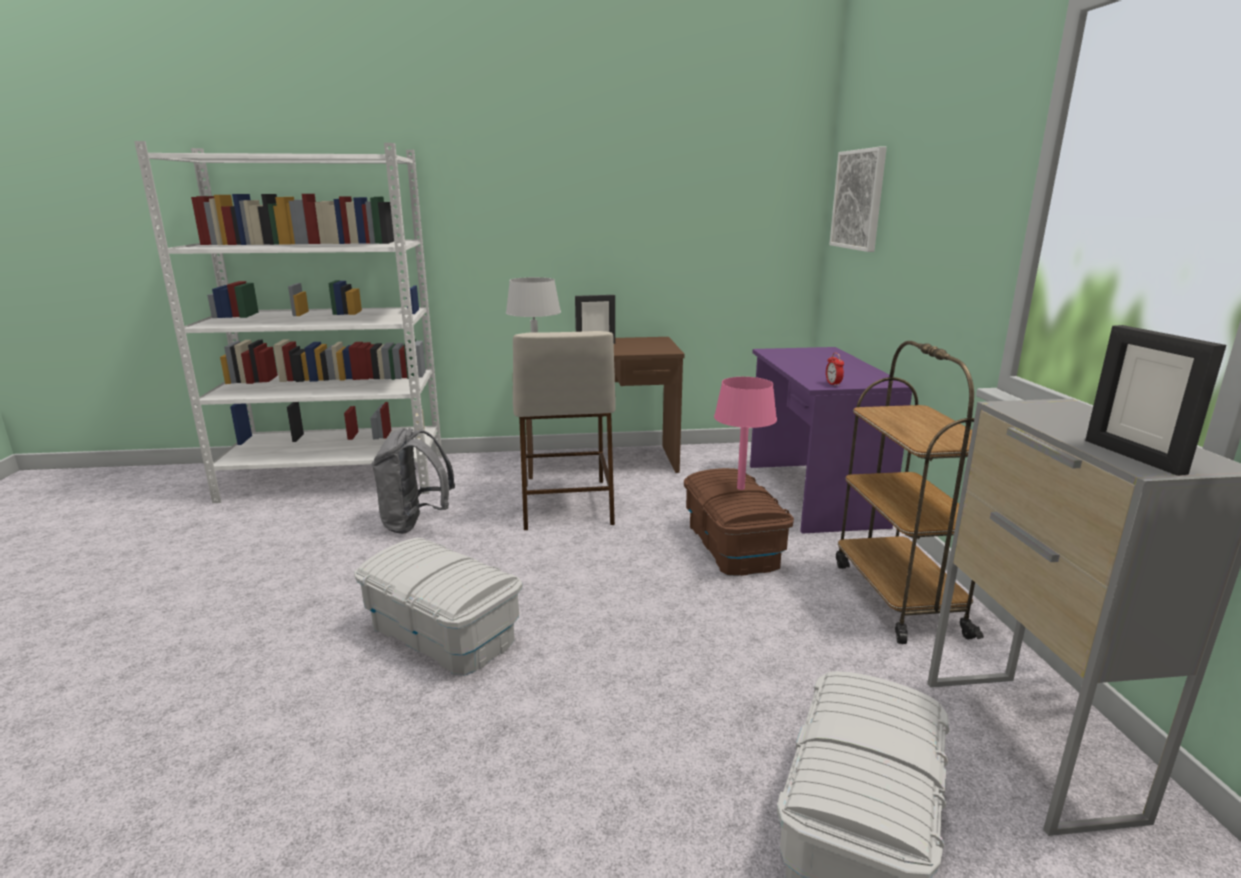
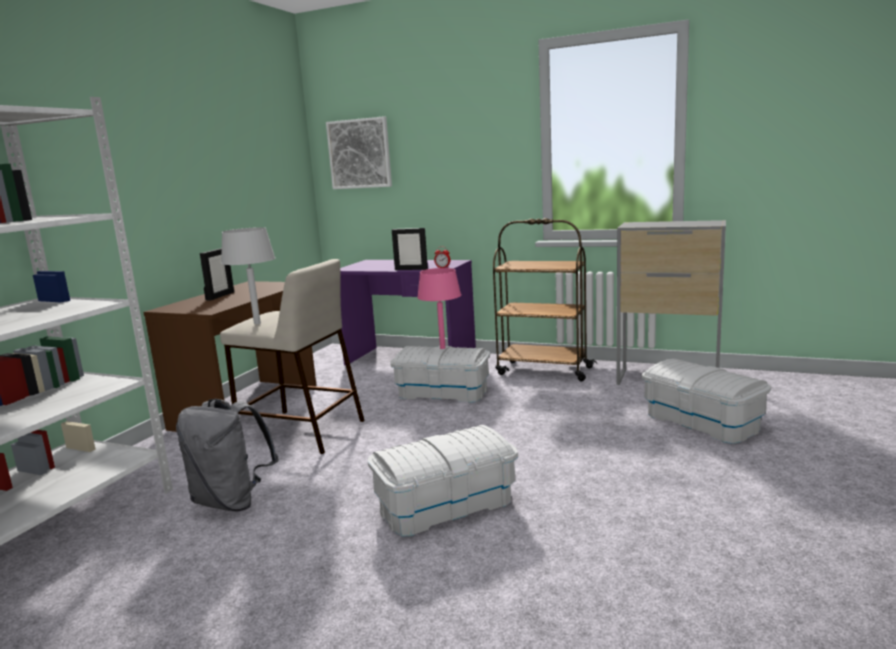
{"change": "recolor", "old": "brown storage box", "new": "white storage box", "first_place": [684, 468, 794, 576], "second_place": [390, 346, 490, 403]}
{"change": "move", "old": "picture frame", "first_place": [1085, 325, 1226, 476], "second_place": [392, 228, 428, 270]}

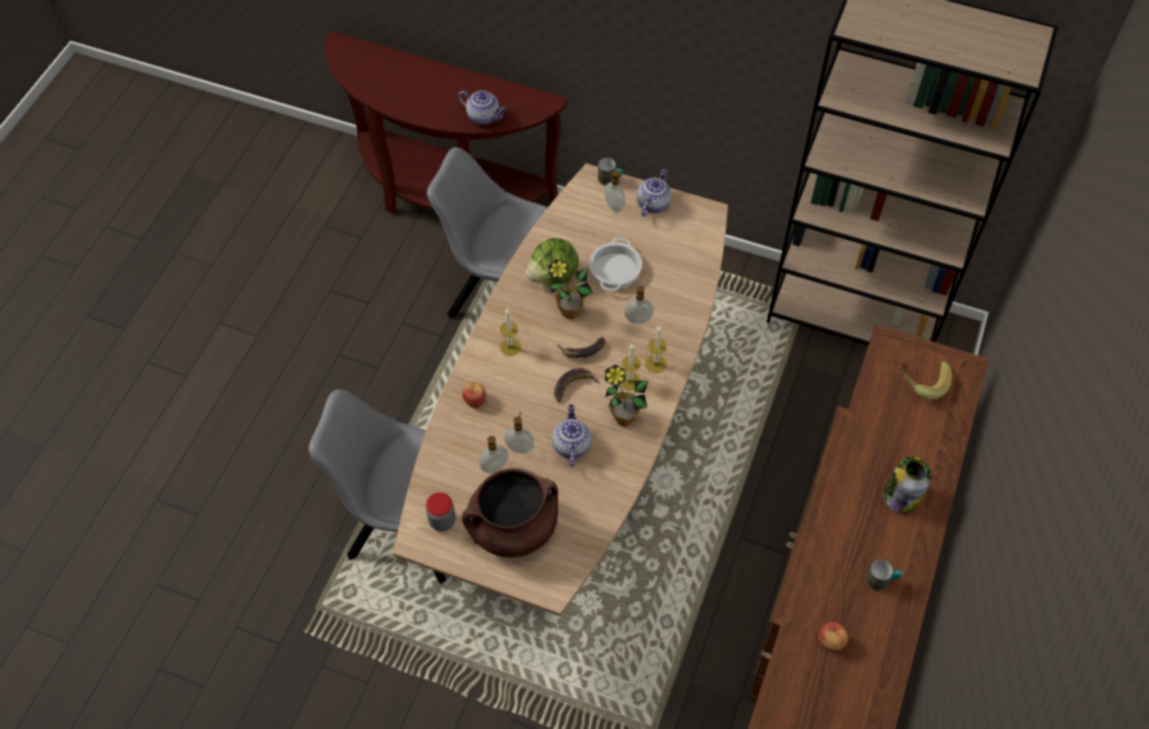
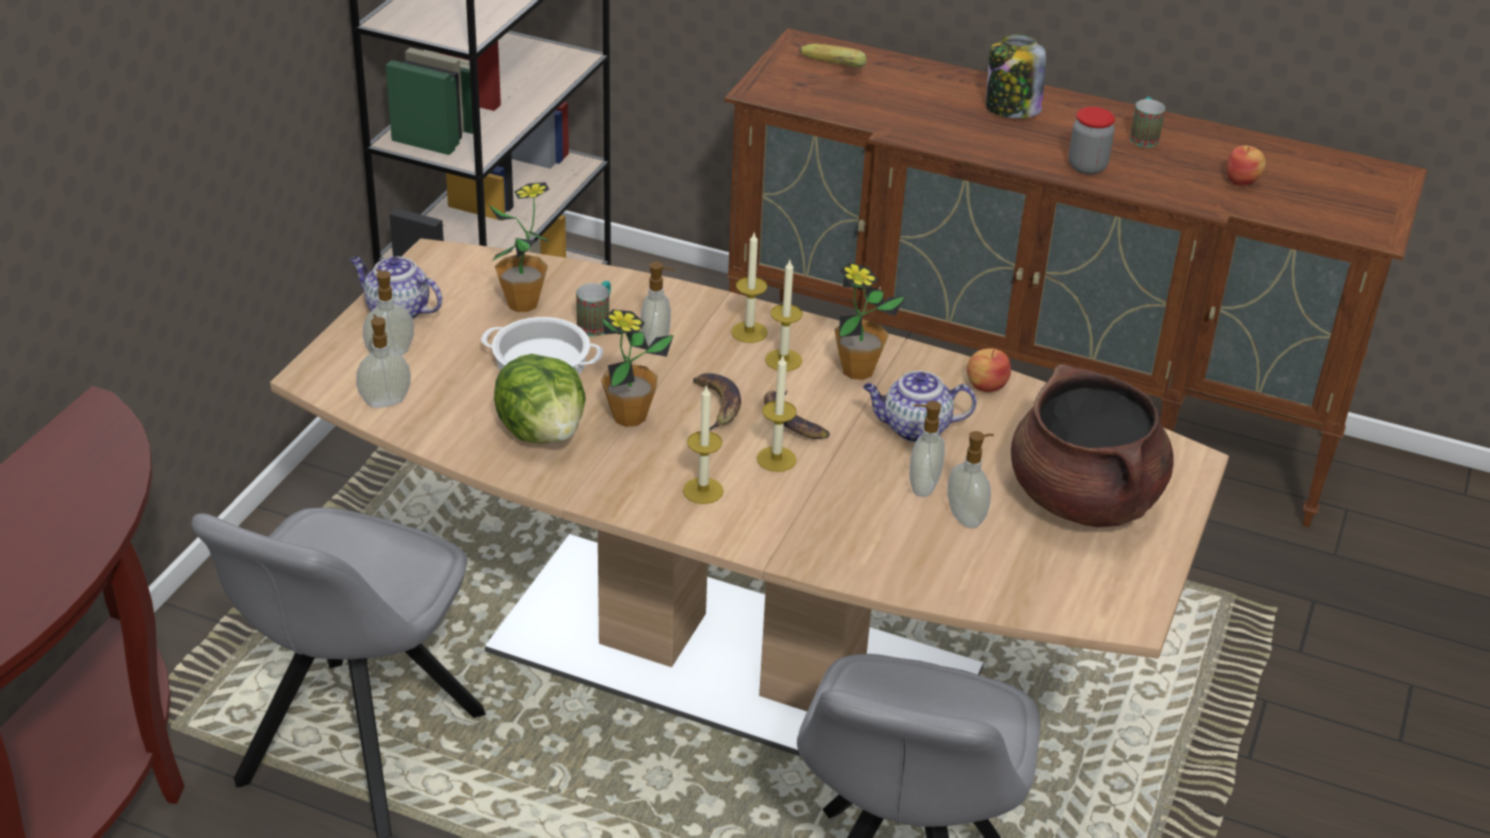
{"change": "move", "old": "jar", "first_place": [426, 492, 456, 531], "second_place": [1069, 107, 1115, 174]}
{"change": "delete", "old": "teapot", "first_place": [458, 90, 507, 125]}
{"change": "move", "old": "apple", "first_place": [462, 382, 486, 408], "second_place": [967, 348, 1011, 392]}
{"change": "move", "old": "mug", "first_place": [598, 158, 623, 185], "second_place": [576, 281, 611, 336]}
{"change": "insert", "new": "soap dispenser", "second_place": [356, 314, 411, 408]}
{"change": "insert", "new": "potted plant", "second_place": [488, 182, 549, 312]}
{"change": "insert", "new": "candle", "second_place": [757, 356, 797, 472]}

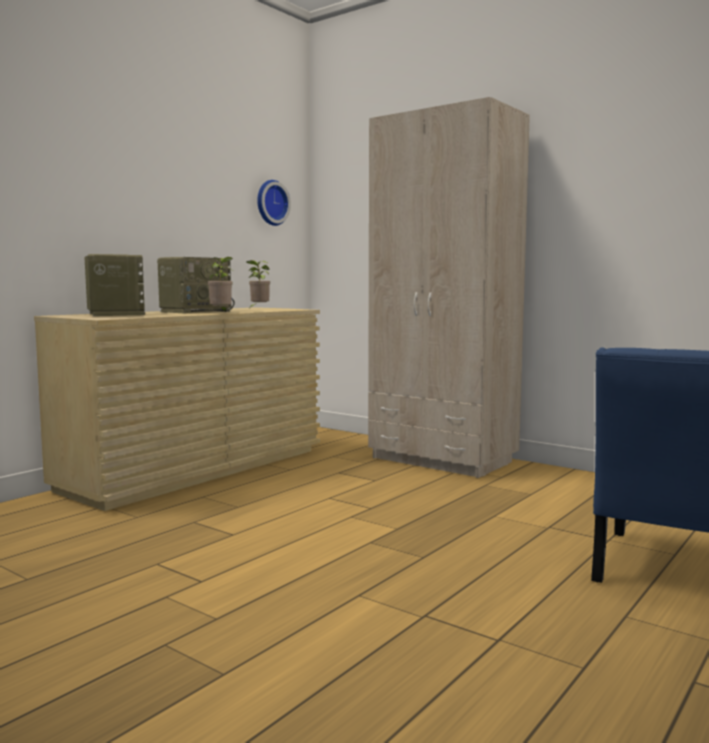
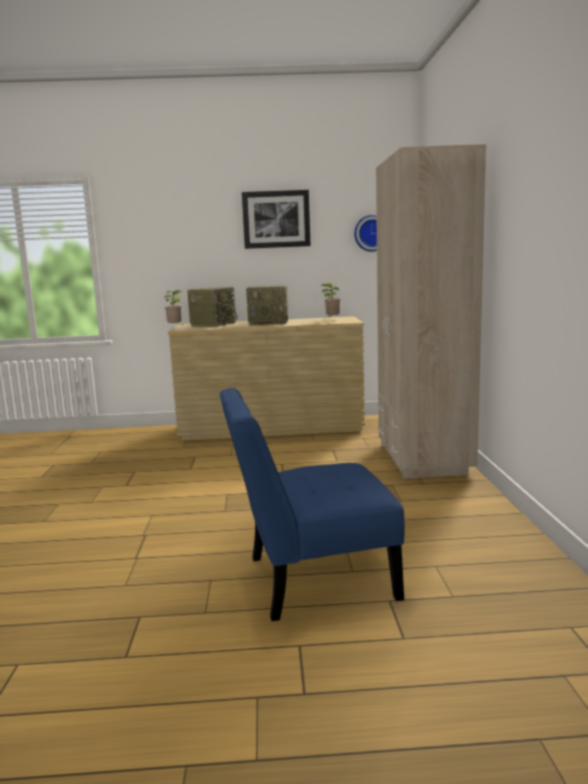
{"change": "move", "old": "potted plant", "first_place": [208, 257, 233, 312], "second_place": [164, 290, 183, 325]}
{"change": "insert", "new": "picture", "second_place": [242, 190, 311, 249]}

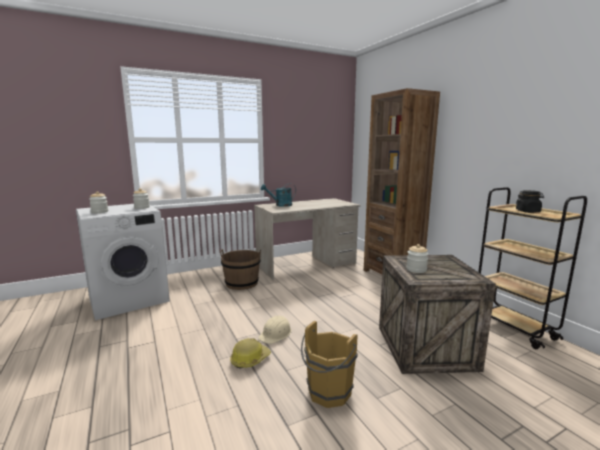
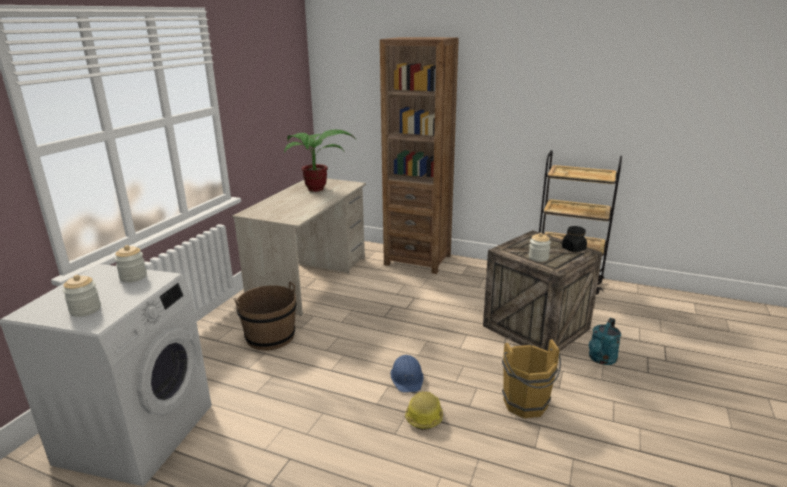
{"change": "recolor", "old": "beige hard hat", "new": "blue hard hat", "first_place": [258, 316, 291, 344], "second_place": [390, 355, 423, 392]}
{"change": "move", "old": "turquoise watering can", "first_place": [261, 184, 296, 207], "second_place": [589, 318, 621, 365]}
{"change": "move", "old": "black jar", "first_place": [516, 190, 544, 213], "second_place": [562, 226, 587, 252]}
{"change": "insert", "new": "potted plant", "second_place": [284, 130, 356, 192]}

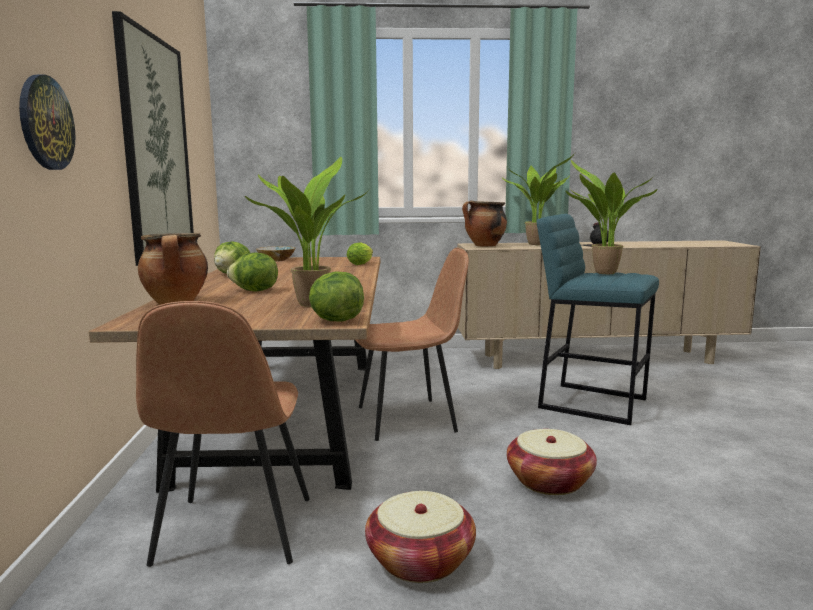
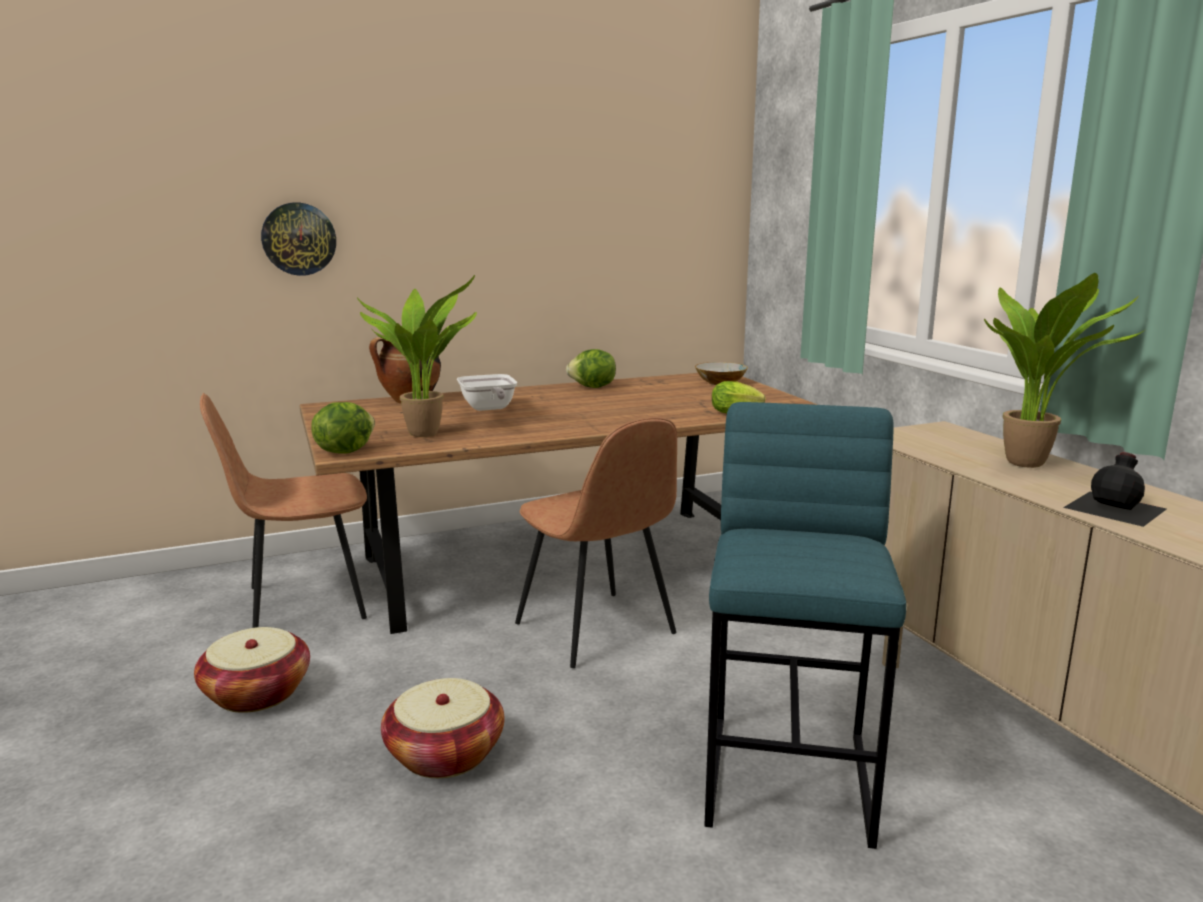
{"change": "delete", "old": "picture", "first_place": [112, 11, 194, 266]}
{"change": "replace", "old": "lettuce", "new": "frying pan", "first_place": [227, 253, 278, 292], "second_place": [457, 374, 517, 411]}
{"change": "delete", "old": "cooking pot", "first_place": [462, 201, 507, 247]}
{"change": "delete", "old": "potted plant", "first_place": [565, 160, 657, 274]}

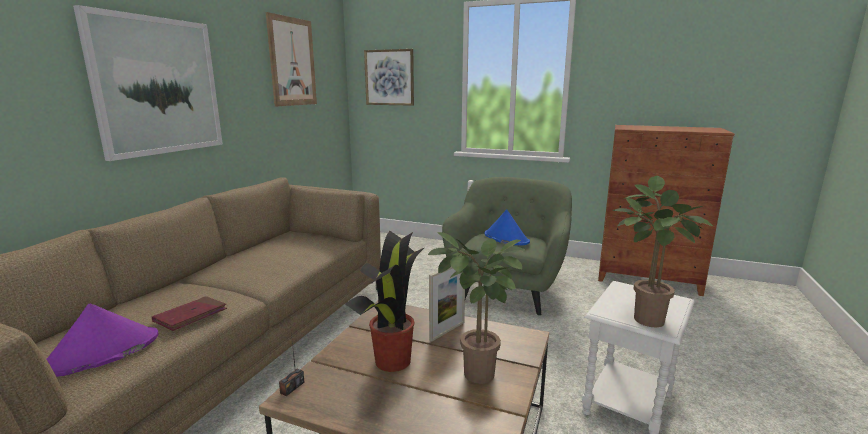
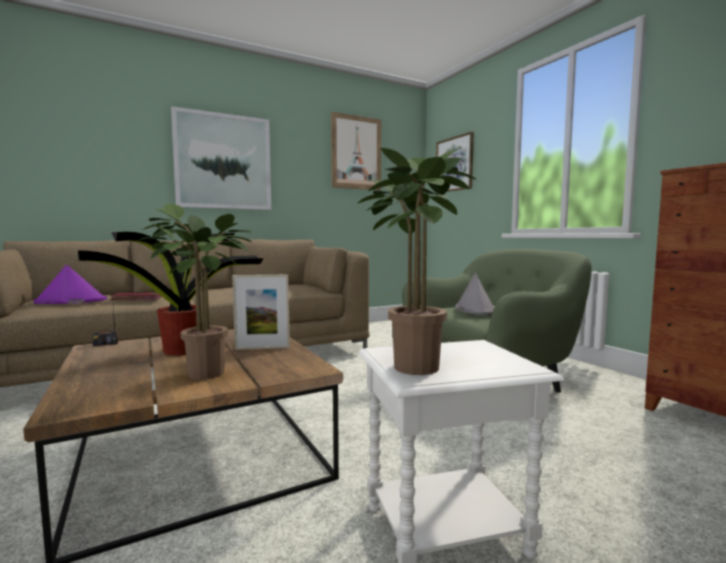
{"change": "recolor", "old": "blue hat", "new": "grey hat", "first_place": [484, 209, 530, 245], "second_place": [455, 273, 495, 315]}

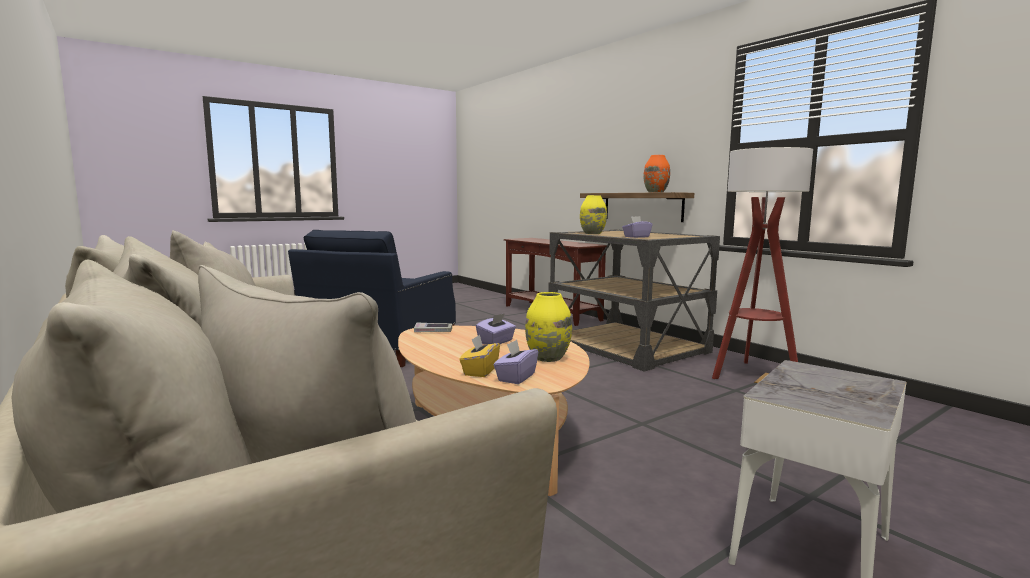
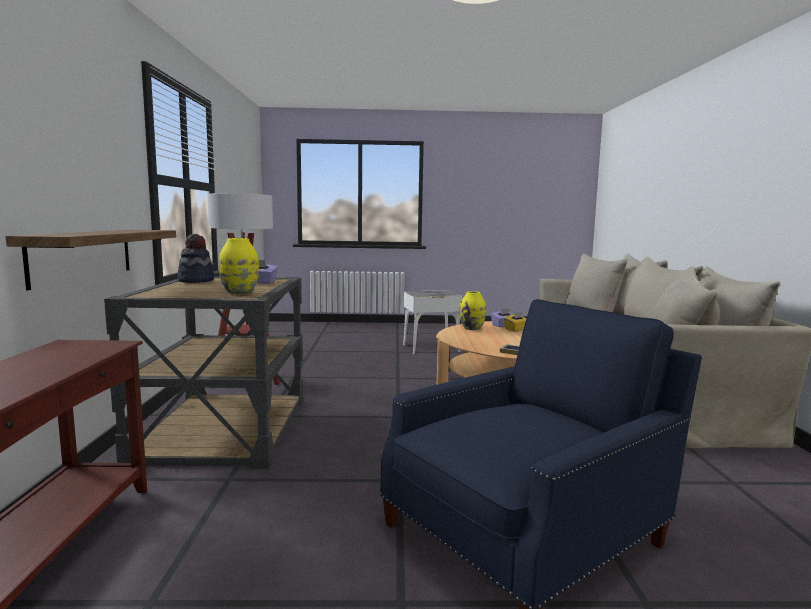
{"change": "delete", "old": "purple tissue box", "first_place": [476, 313, 516, 345]}
{"change": "delete", "old": "orange vase", "first_place": [643, 155, 670, 193]}
{"change": "insert", "new": "hat", "second_place": [178, 234, 214, 283]}

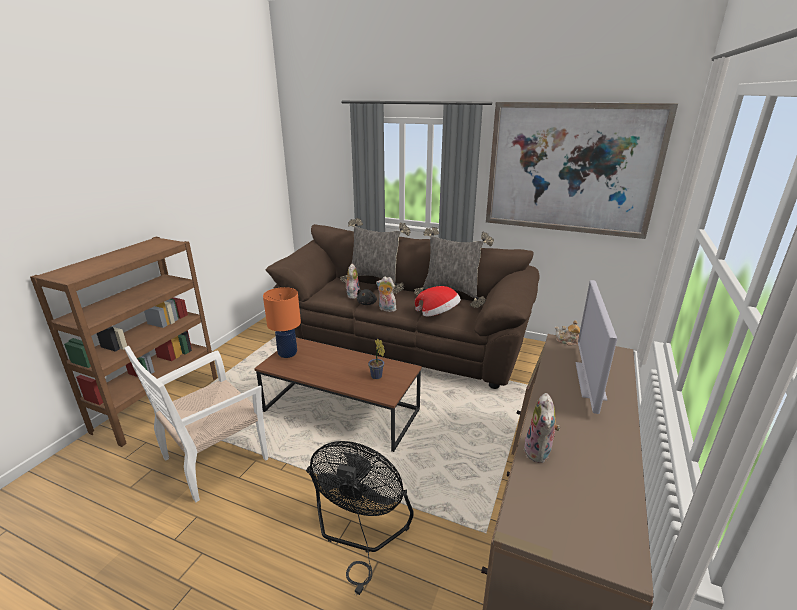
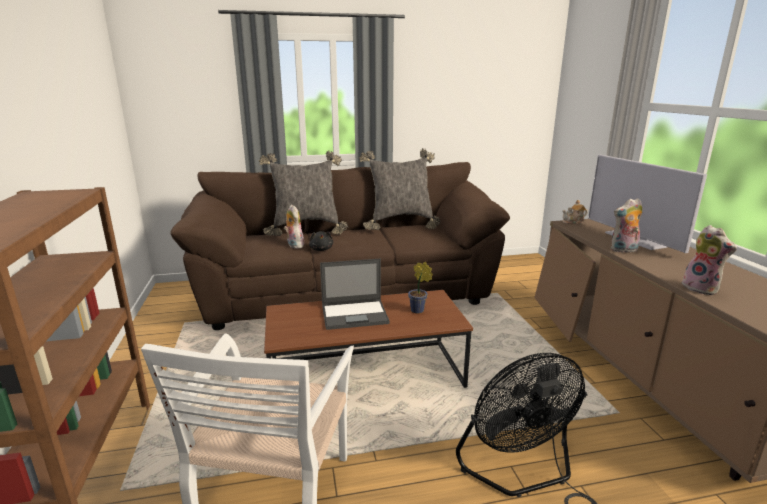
{"change": "delete", "old": "orange table lamp", "first_place": [263, 287, 301, 358]}
{"change": "move", "old": "plush toy", "first_place": [376, 276, 396, 312], "second_place": [611, 198, 643, 253]}
{"change": "delete", "old": "hat", "first_place": [415, 286, 461, 316]}
{"change": "delete", "old": "picture", "first_place": [486, 102, 678, 239]}
{"change": "insert", "new": "laptop", "second_place": [320, 259, 390, 330]}

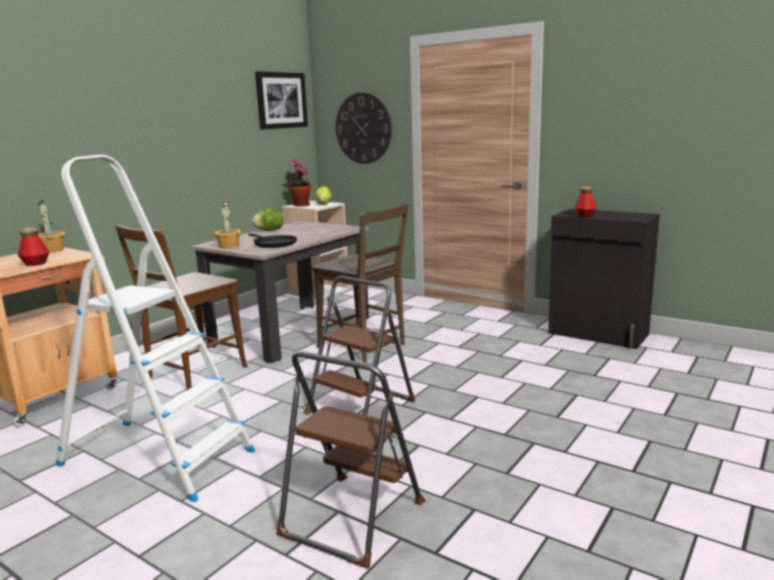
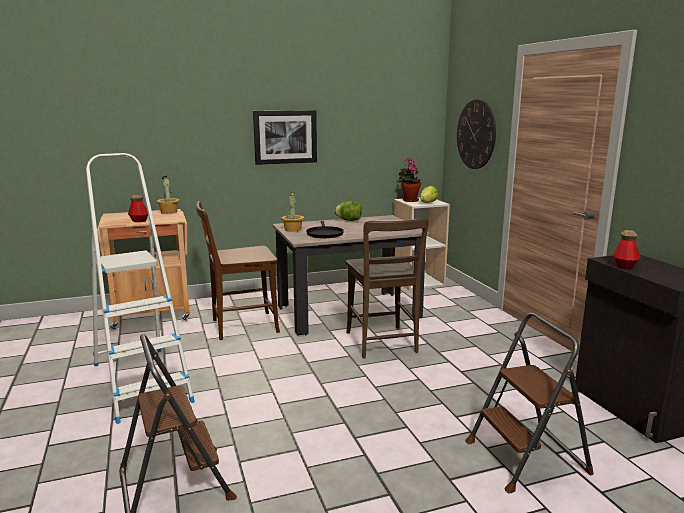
{"change": "move", "old": "picture", "first_place": [255, 71, 308, 130], "second_place": [253, 110, 317, 165]}
{"change": "move", "old": "brown step ladder", "first_place": [303, 276, 415, 416], "second_place": [465, 313, 594, 494]}

